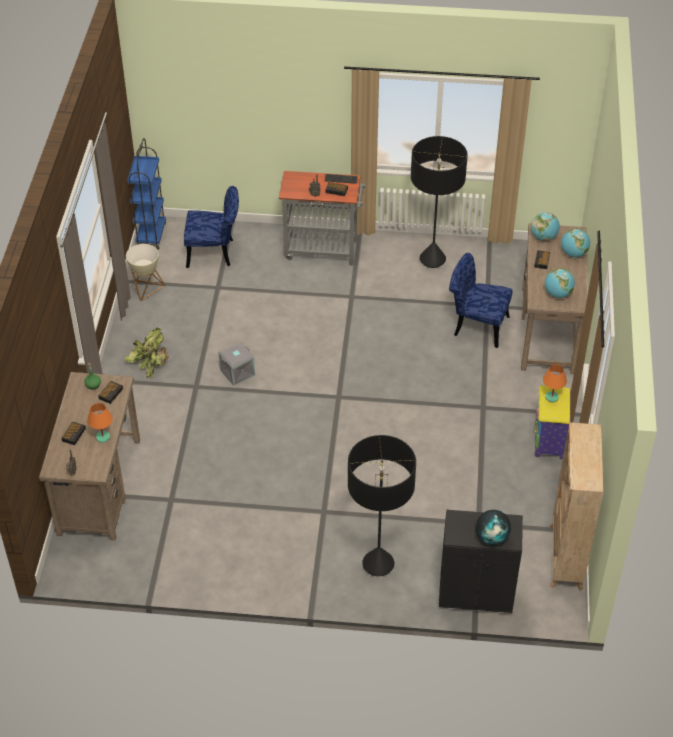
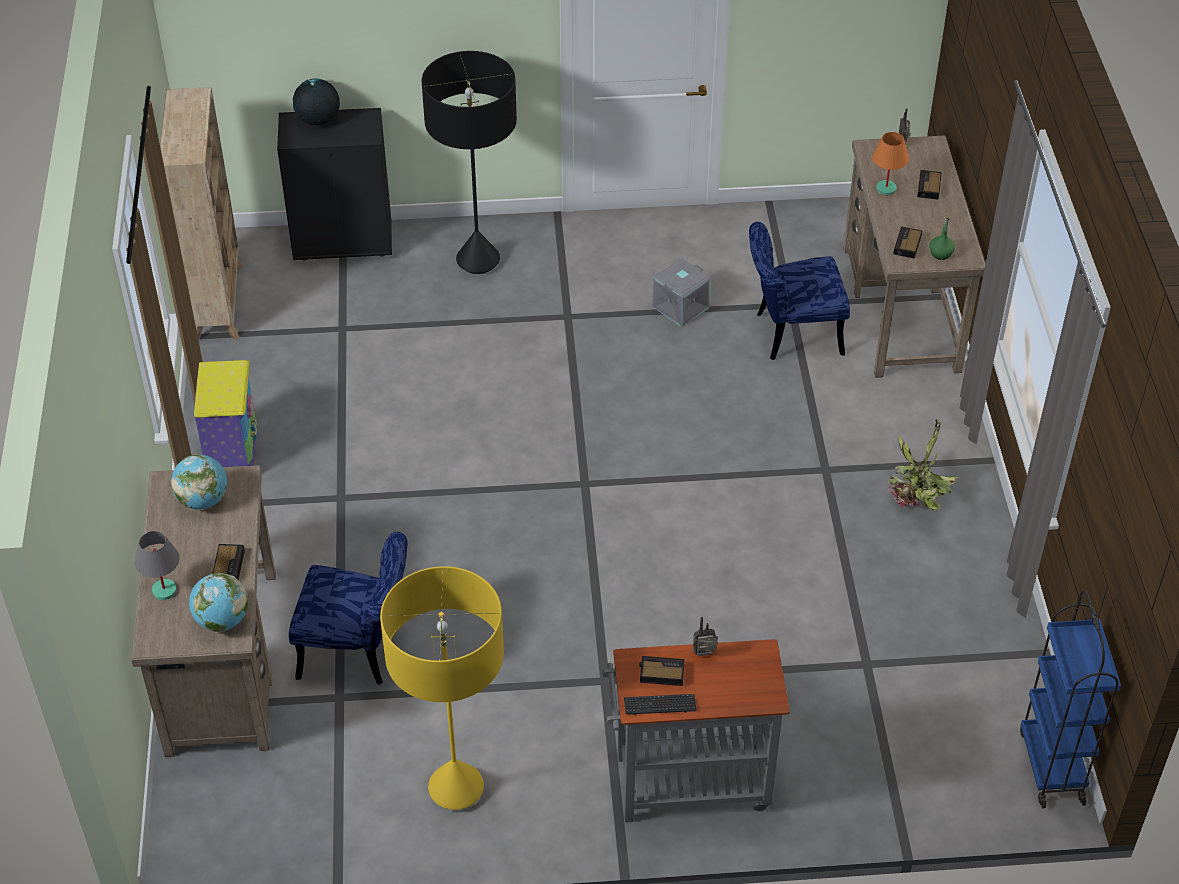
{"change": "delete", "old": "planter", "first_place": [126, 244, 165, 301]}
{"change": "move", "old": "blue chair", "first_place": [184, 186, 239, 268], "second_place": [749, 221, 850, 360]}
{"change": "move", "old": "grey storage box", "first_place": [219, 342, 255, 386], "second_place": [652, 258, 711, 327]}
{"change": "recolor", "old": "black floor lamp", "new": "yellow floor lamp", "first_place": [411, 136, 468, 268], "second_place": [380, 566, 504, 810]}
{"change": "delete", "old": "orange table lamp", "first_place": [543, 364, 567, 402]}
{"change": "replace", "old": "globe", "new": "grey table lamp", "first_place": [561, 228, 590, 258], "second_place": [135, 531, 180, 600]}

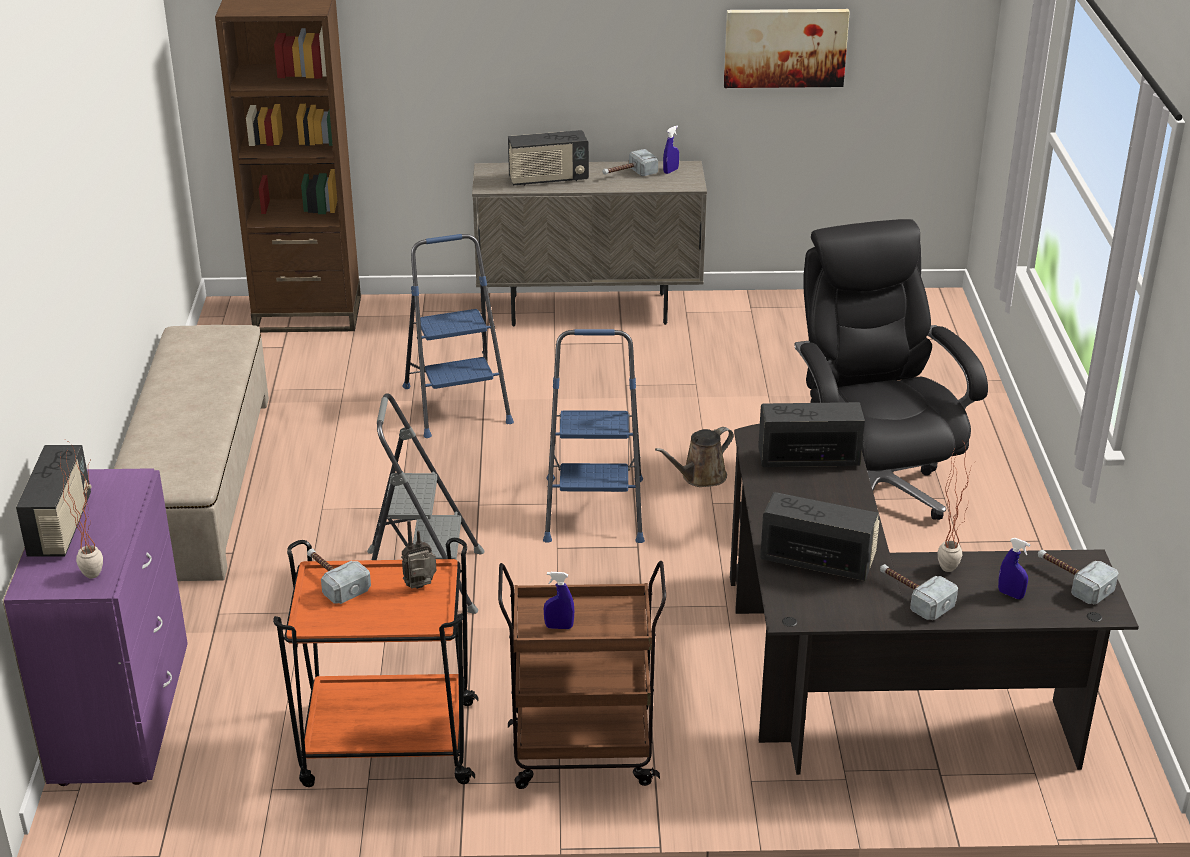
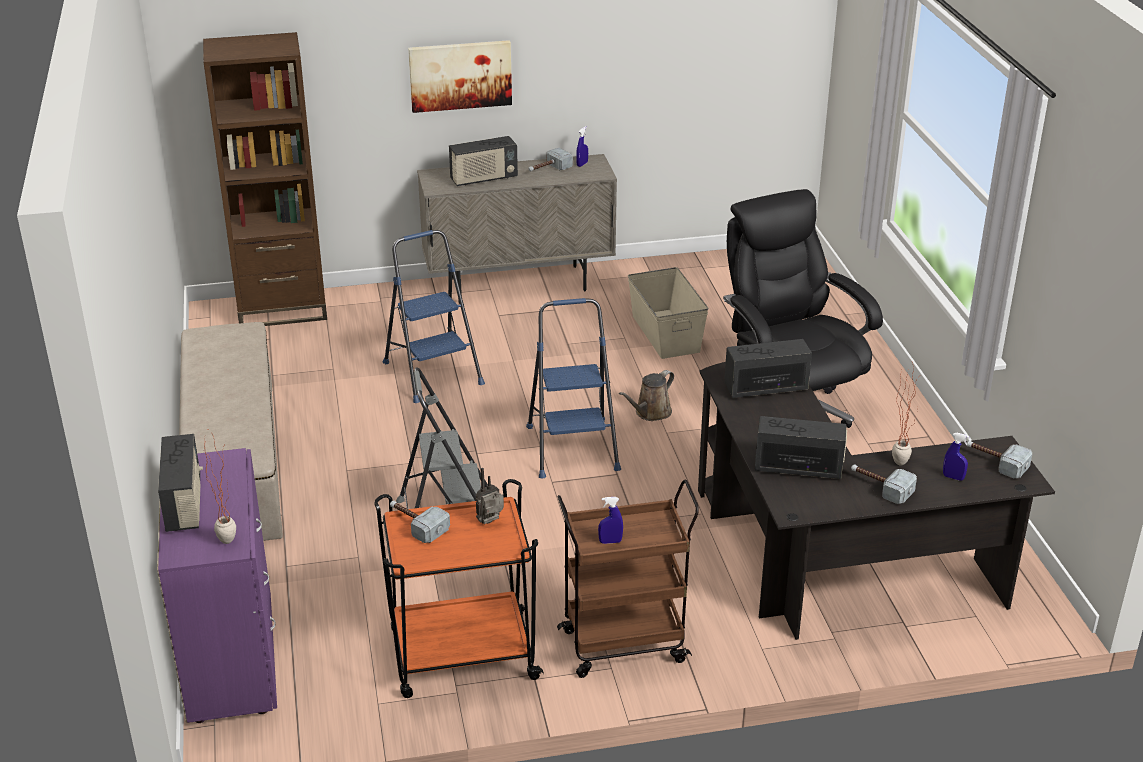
{"change": "move", "old": "picture", "first_place": [724, 9, 850, 88], "second_place": [408, 40, 512, 113]}
{"change": "insert", "new": "beige storage box", "second_place": [628, 267, 709, 359]}

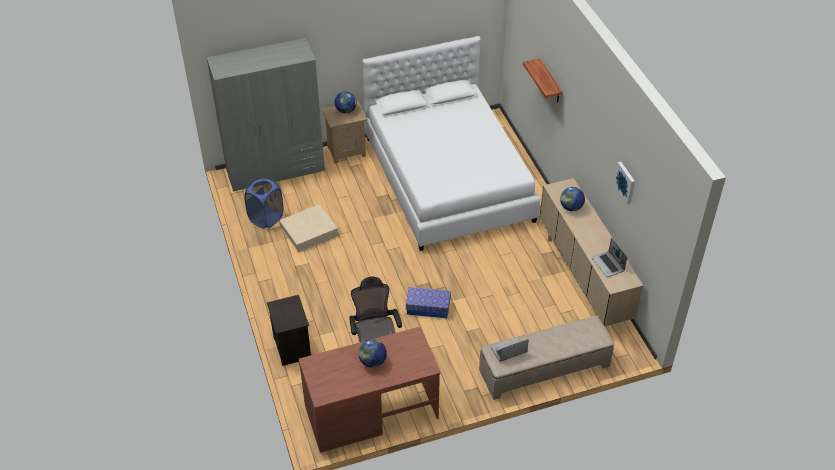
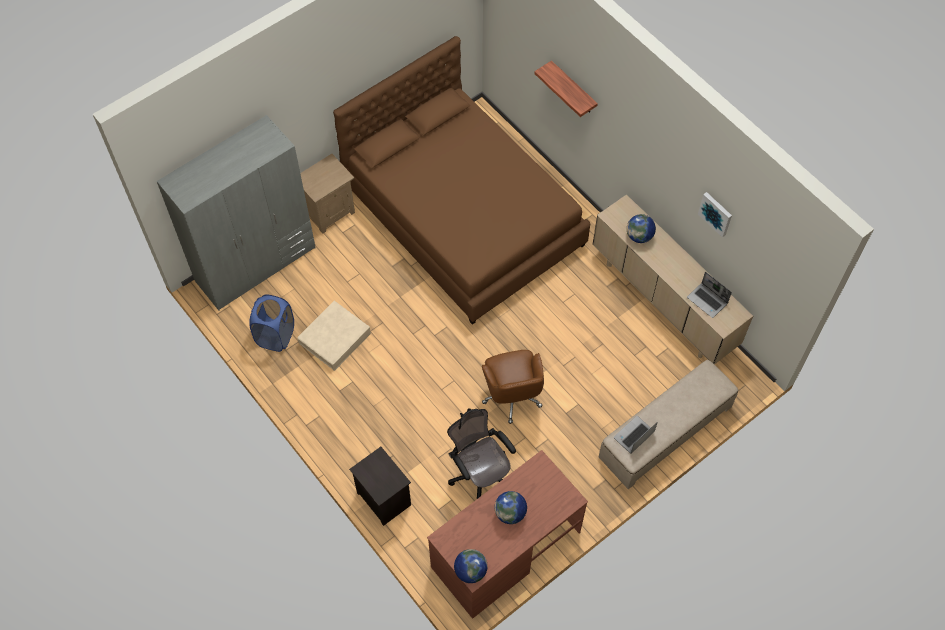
{"change": "move", "old": "globe", "first_place": [335, 91, 357, 114], "second_place": [454, 549, 488, 583]}
{"change": "recolor", "old": "white bed", "new": "brown bed", "first_place": [363, 36, 541, 251], "second_place": [333, 36, 590, 325]}
{"change": "replace", "old": "storage box", "new": "brown office chair", "first_place": [406, 287, 451, 318], "second_place": [482, 350, 544, 424]}

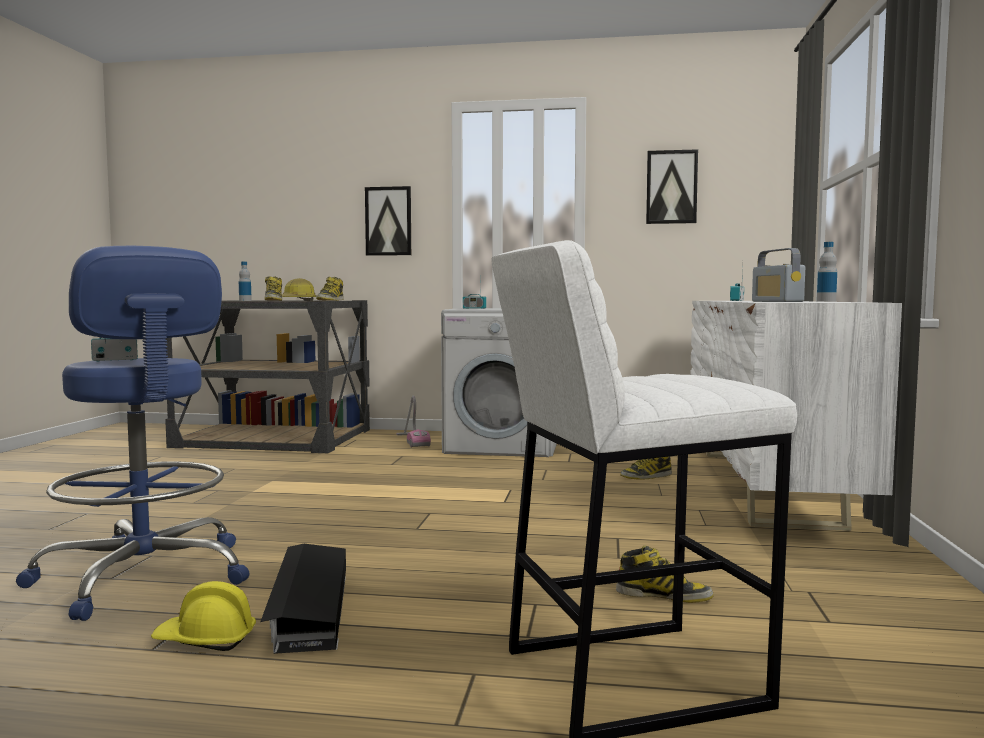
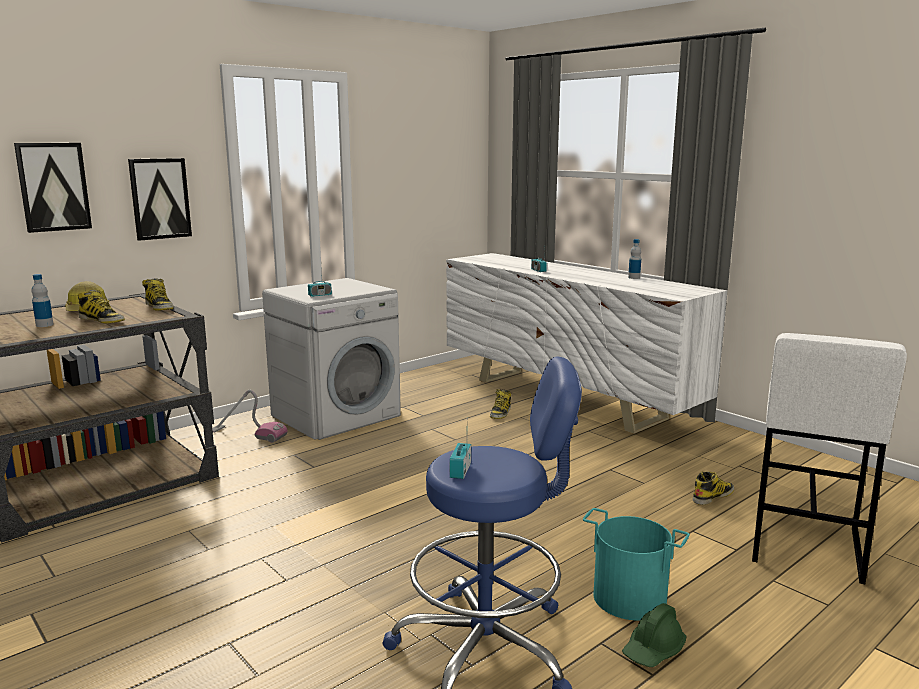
{"change": "recolor", "old": "yellow hard hat", "new": "green hard hat", "first_place": [151, 581, 256, 651], "second_place": [622, 603, 686, 667]}
{"change": "replace", "old": "black storage box", "new": "turquoise bucket", "first_place": [260, 544, 346, 654], "second_place": [583, 508, 690, 620]}
{"change": "move", "old": "picture", "first_place": [646, 149, 698, 224], "second_place": [14, 143, 92, 233]}
{"change": "delete", "old": "radio", "first_place": [752, 248, 805, 302]}

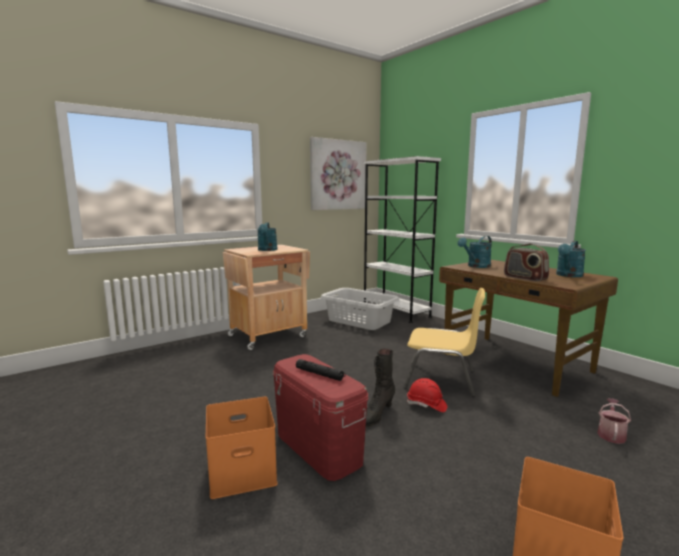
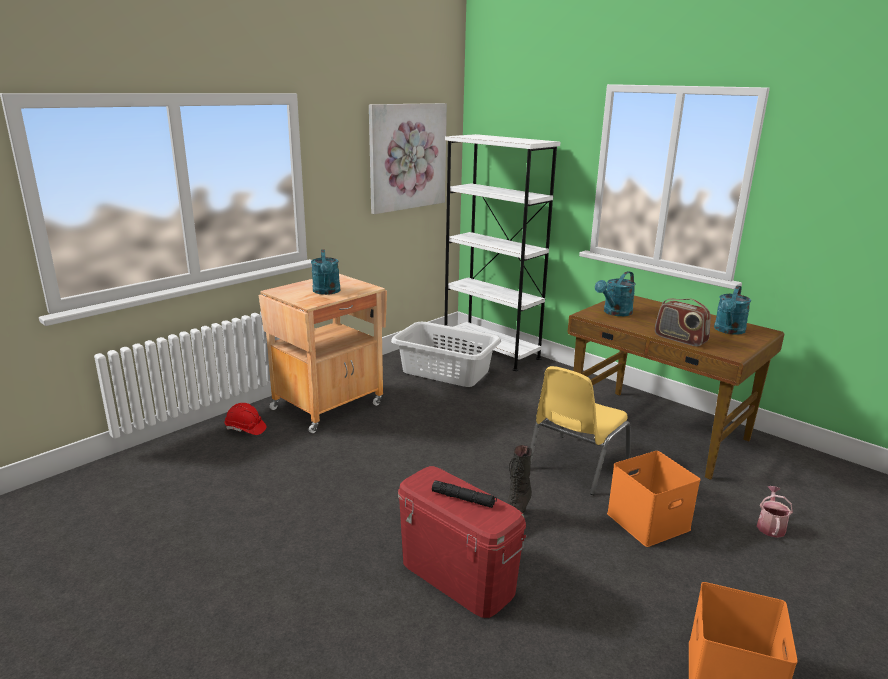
{"change": "move", "old": "orange storage box", "first_place": [206, 397, 277, 499], "second_place": [607, 451, 700, 547]}
{"change": "rotate", "old": "yellow chair", "first_place": [403, 288, 485, 397], "second_place": [530, 366, 630, 495], "degrees": 120}
{"change": "move", "old": "red hard hat", "first_place": [407, 378, 447, 412], "second_place": [224, 403, 266, 435]}

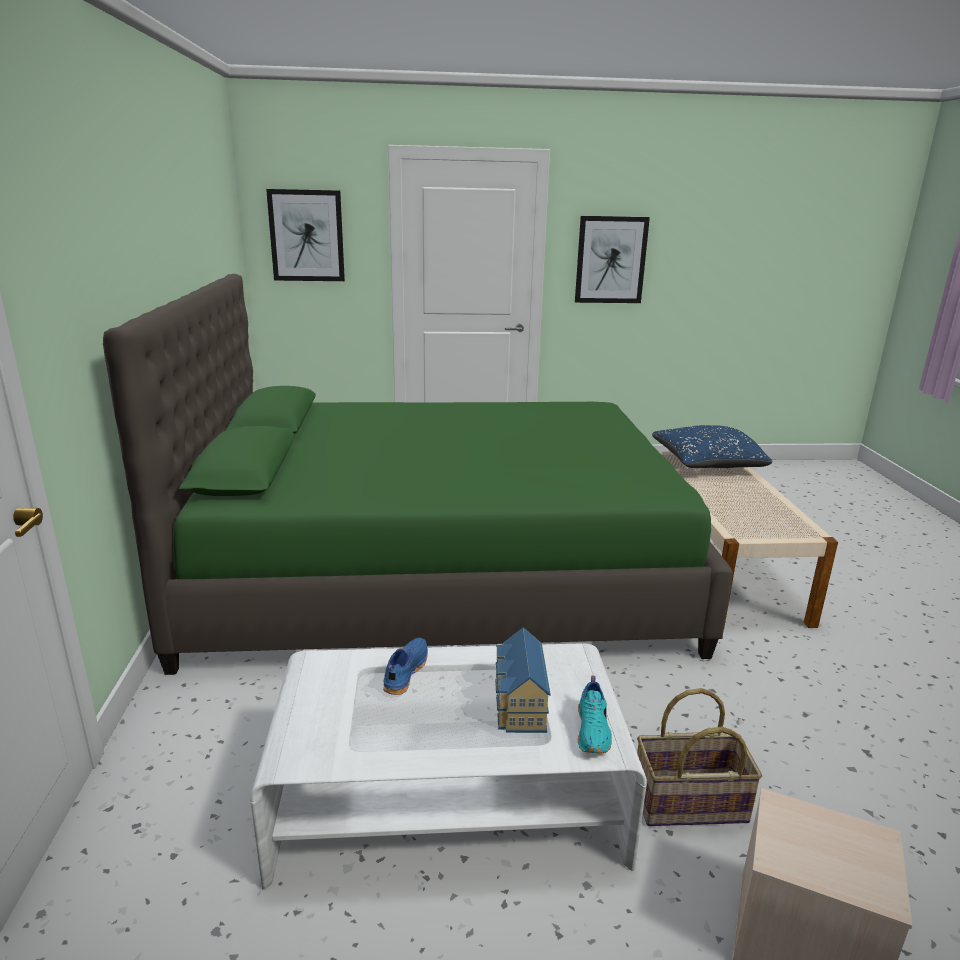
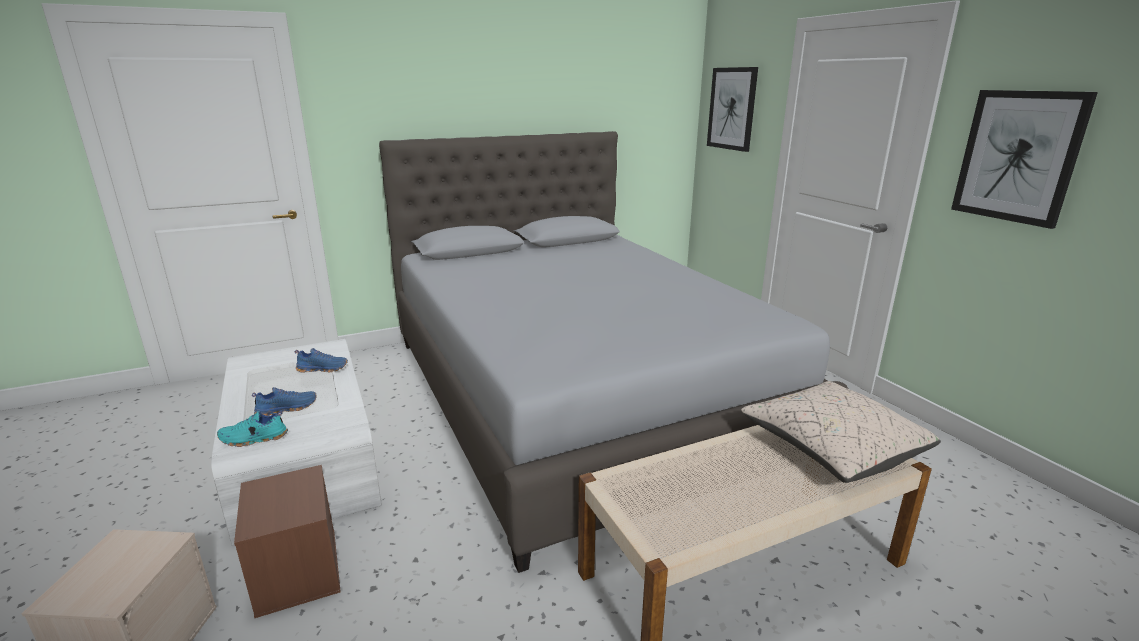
{"change": "recolor", "old": "green bed", "new": "grey bed", "first_place": [103, 274, 732, 675], "second_place": [379, 131, 848, 573]}
{"change": "replace", "old": "toy house", "new": "blue shoe", "first_place": [495, 627, 551, 733], "second_place": [252, 387, 317, 416]}
{"change": "replace", "old": "basket", "new": "brown storage box", "first_place": [637, 688, 762, 826], "second_place": [234, 465, 341, 618]}
{"change": "recolor", "old": "blue pillow", "new": "beige pillow", "first_place": [652, 425, 772, 468], "second_place": [741, 381, 941, 483]}

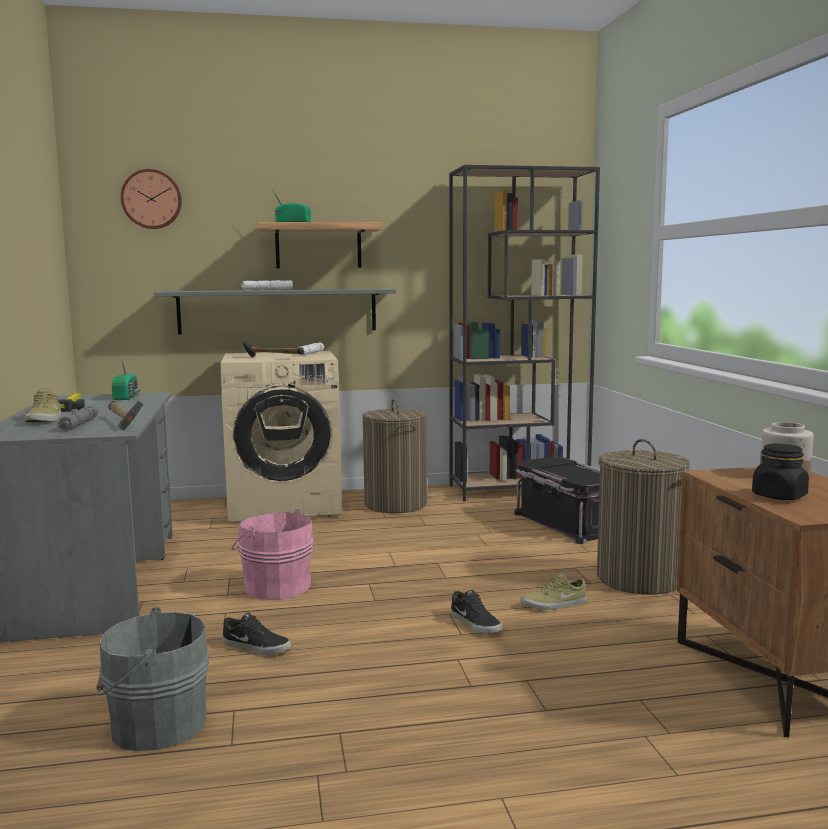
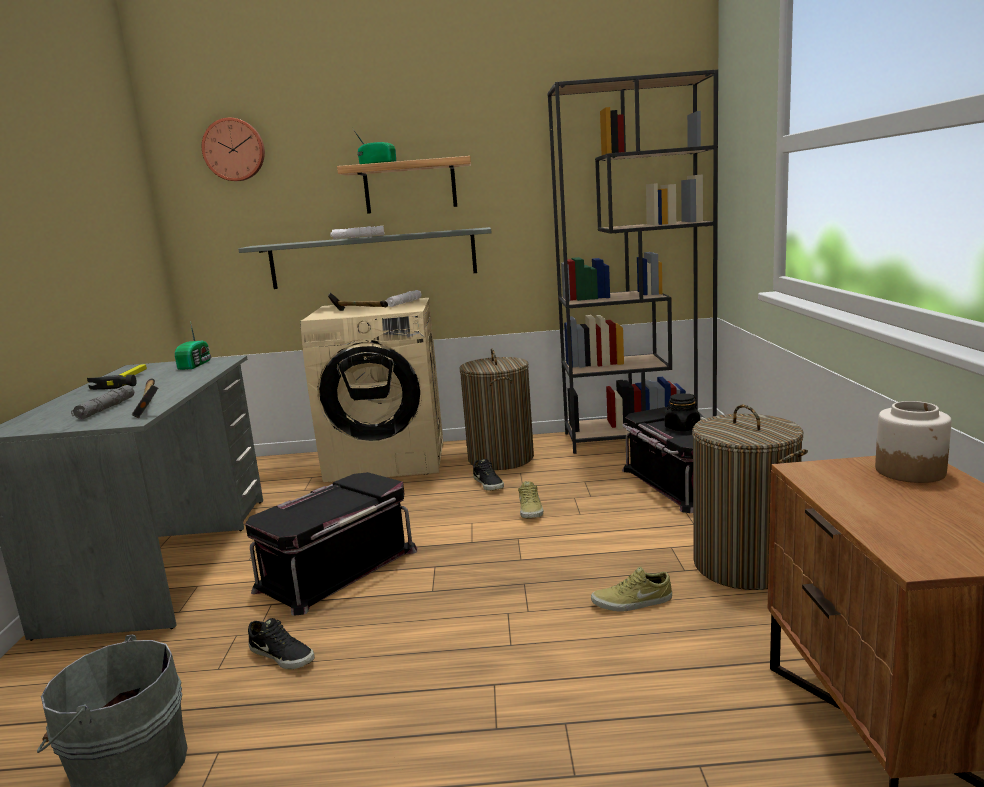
{"change": "move", "old": "beige shoe", "first_place": [25, 388, 61, 422], "second_place": [518, 481, 544, 518]}
{"change": "replace", "old": "pink bucket", "new": "black storage box", "first_place": [231, 509, 314, 600], "second_place": [245, 472, 417, 616]}
{"change": "move", "old": "black shoe", "first_place": [451, 590, 503, 634], "second_place": [473, 459, 504, 491]}
{"change": "move", "old": "black jar", "first_place": [752, 444, 809, 500], "second_place": [665, 393, 700, 431]}

